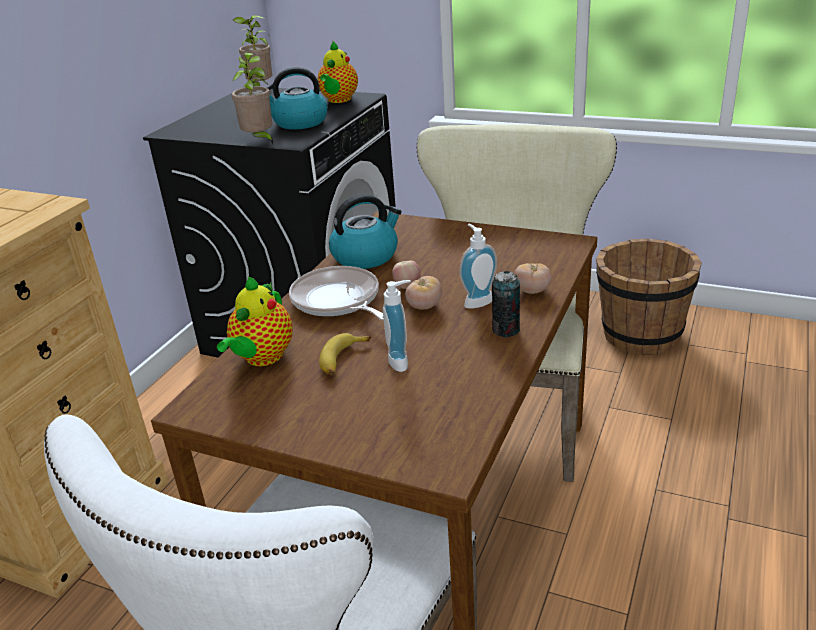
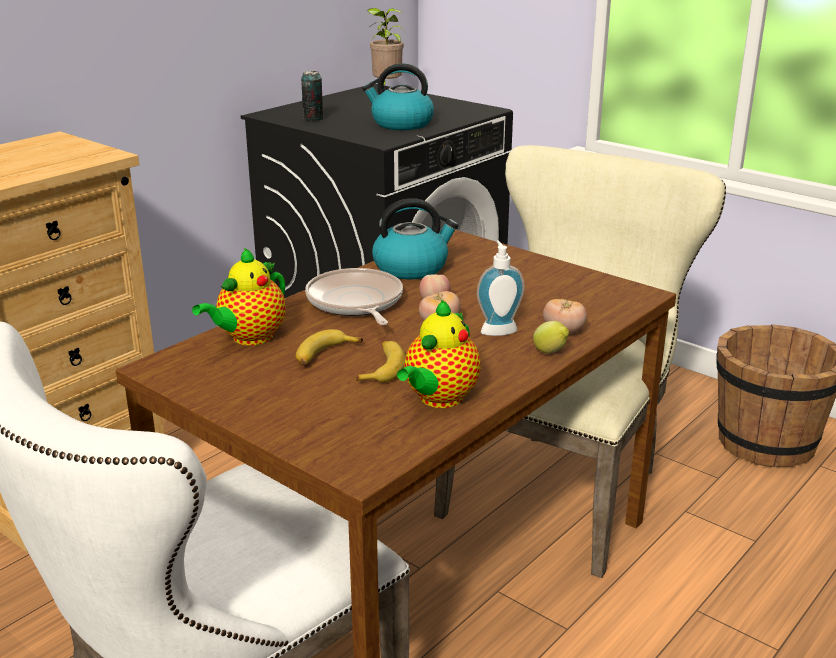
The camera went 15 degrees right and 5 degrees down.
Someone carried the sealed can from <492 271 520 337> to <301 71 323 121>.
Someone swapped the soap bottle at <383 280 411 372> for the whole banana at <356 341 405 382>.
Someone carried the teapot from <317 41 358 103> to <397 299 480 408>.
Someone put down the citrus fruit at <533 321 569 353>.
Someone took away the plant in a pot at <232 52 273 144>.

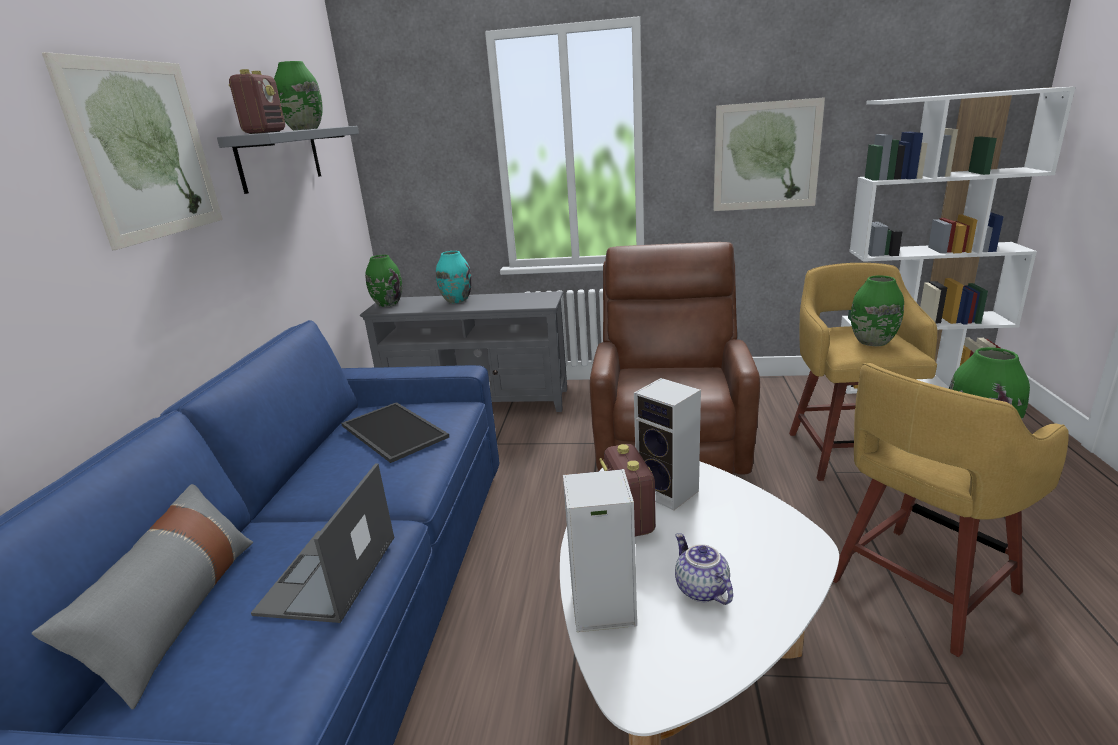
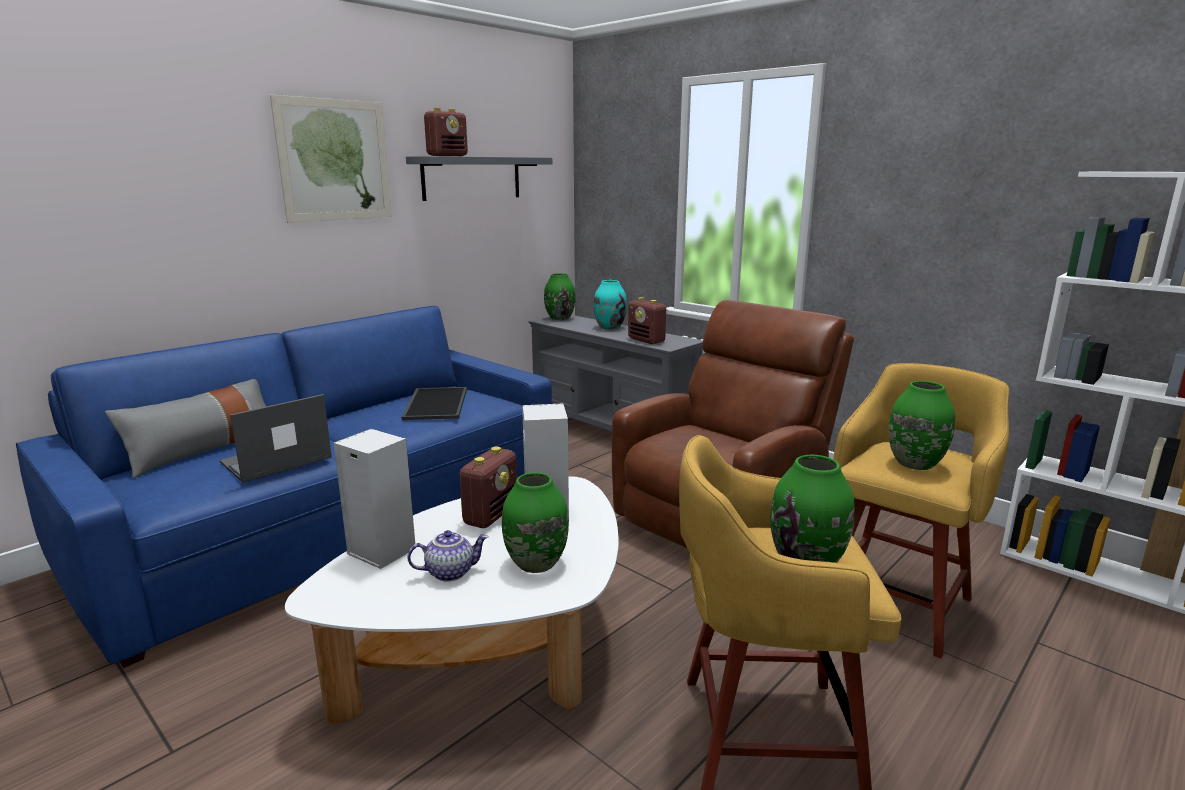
The camera went 35 degrees right and 5 degrees down.
Someone rotated the teapot at <675 533 733 605> by 60 degrees clockwise.
Someone carried the decorative vase/greenish from <274 61 323 130> to <502 472 569 573>.
Someone put down the radio receiver at <628 297 667 344>.
Someone took away the wall picture at <713 97 825 211>.

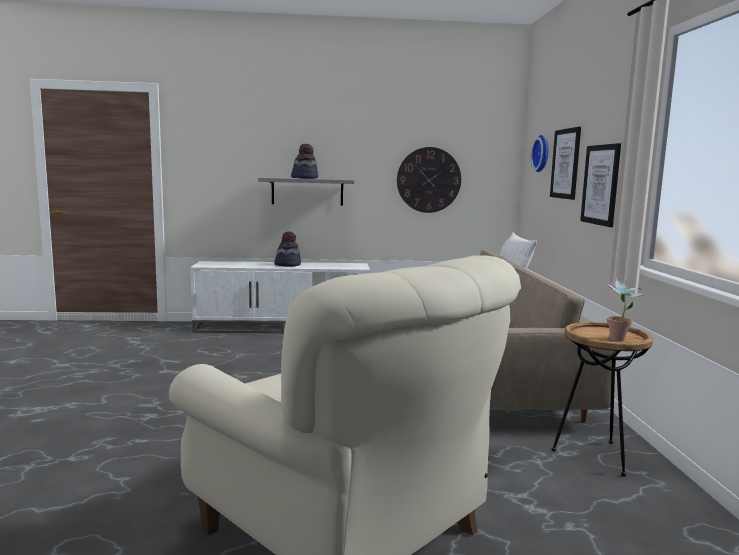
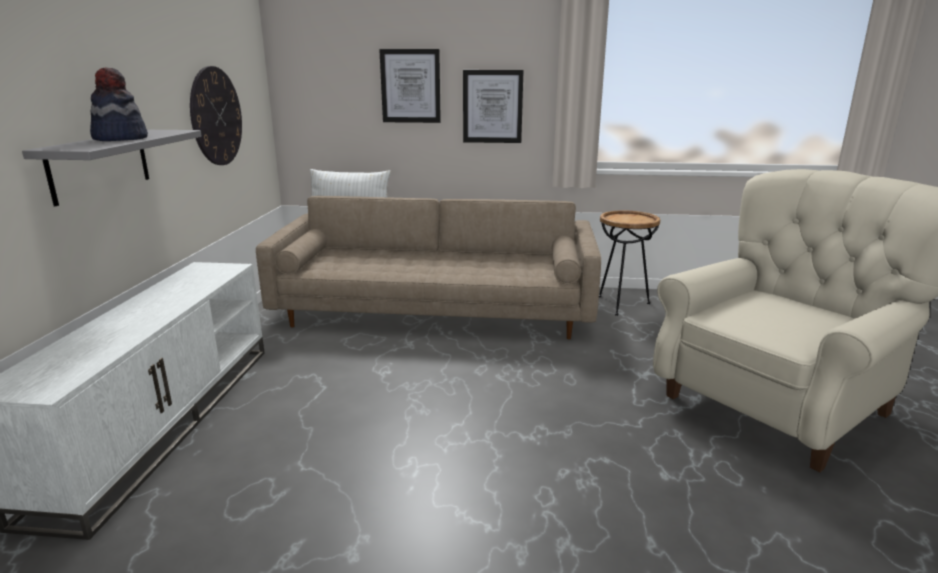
The camera went 80 degrees left and 10 degrees up.
Someone took away the hat at <274 231 301 267>.
Someone took away the clock on the wall at <531 135 548 172>.
Someone took away the plant in a pot at <606 278 646 341>.

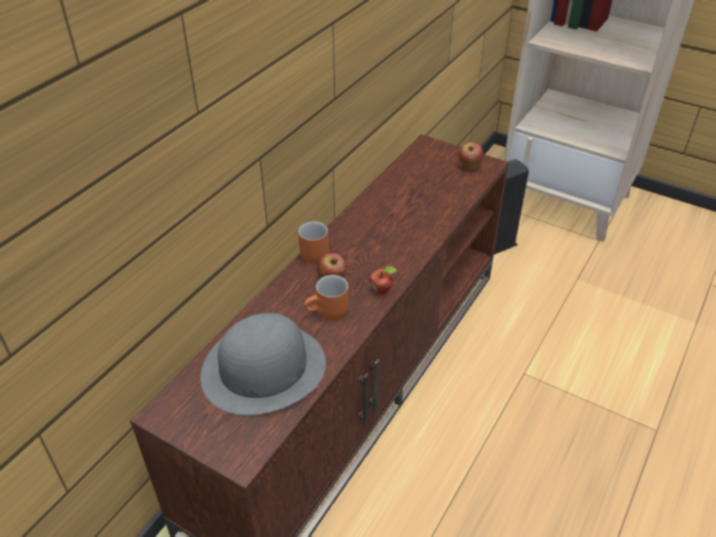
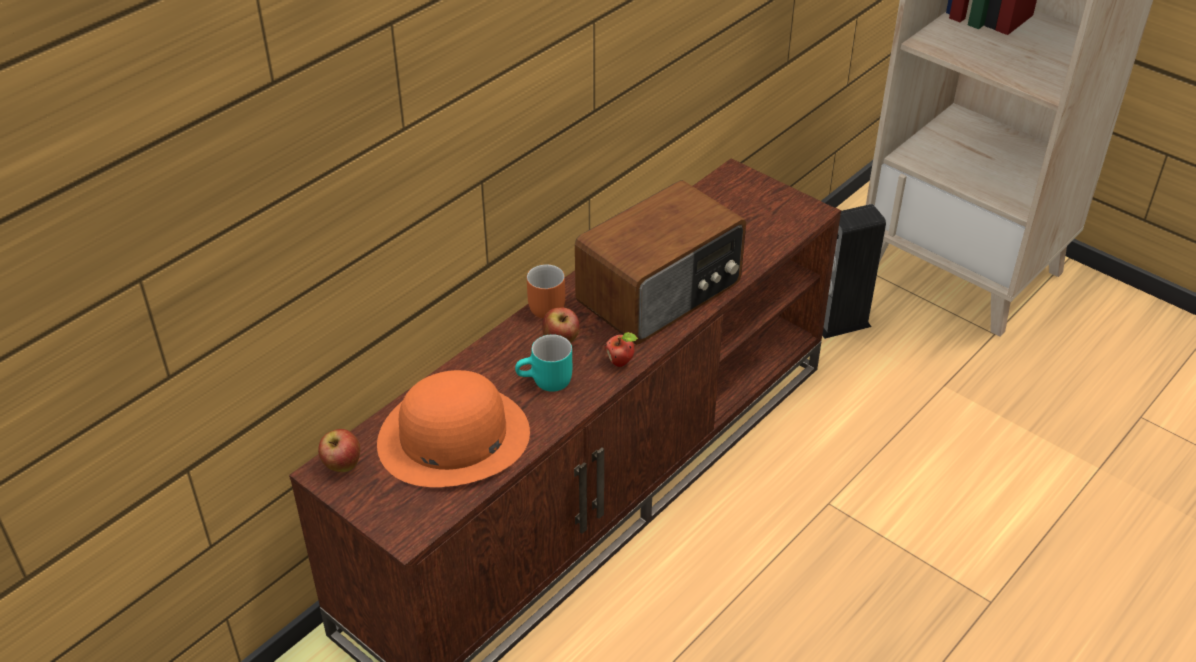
The camera went 10 degrees right and 0 degrees up.
Someone carried the whole apple from <458 142 483 169> to <318 429 360 472>.
Someone repainted the hat/gray at <201 313 326 415>, which became the hat/orange-coloured at <377 370 530 487>.
Someone repainted the mug/orange-coloured at <304 275 349 321>, which became the mug/blue-green at <515 334 572 392>.
Someone put down the radio receiver at <575 180 746 345>.

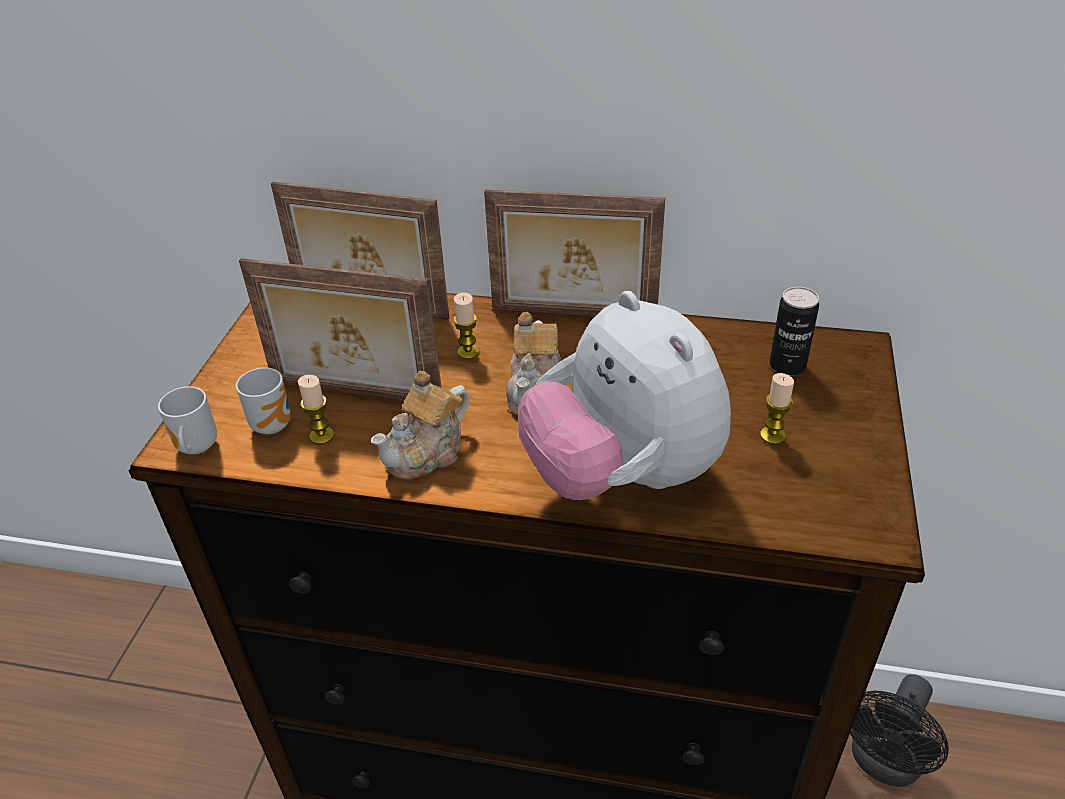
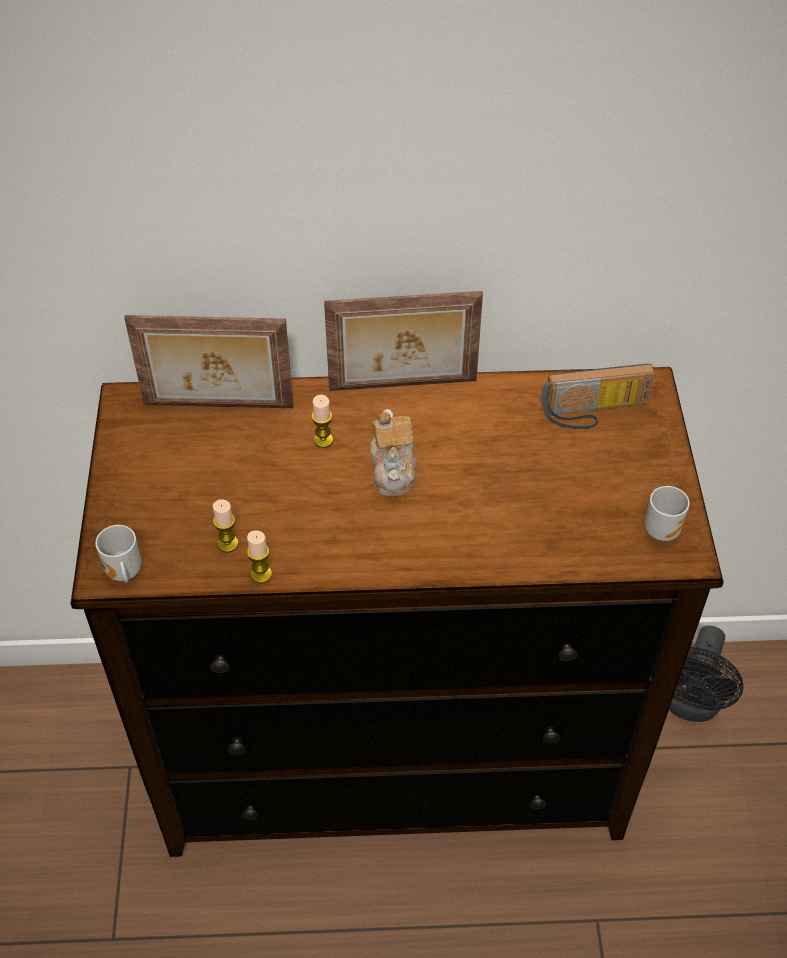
The camera went 15 degrees left and 10 degrees up.
Someone carried the wax candle from <760 373 794 445> to <247 530 272 583>.
Someone swapped the sealed can at <770 287 819 376> for the radio receiver at <542 364 655 429>.
Someone carried the mug from <236 367 291 434> to <645 486 690 541>.
Someone took away the standing frame at <239 258 441 400>.
Someone took away the teapot at <371 371 470 480>.
Someone took away the plush toy at <518 291 731 500>.

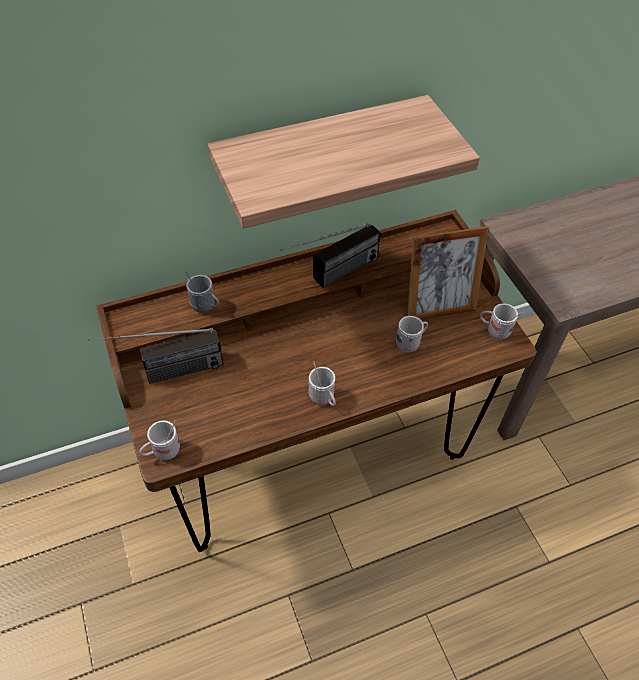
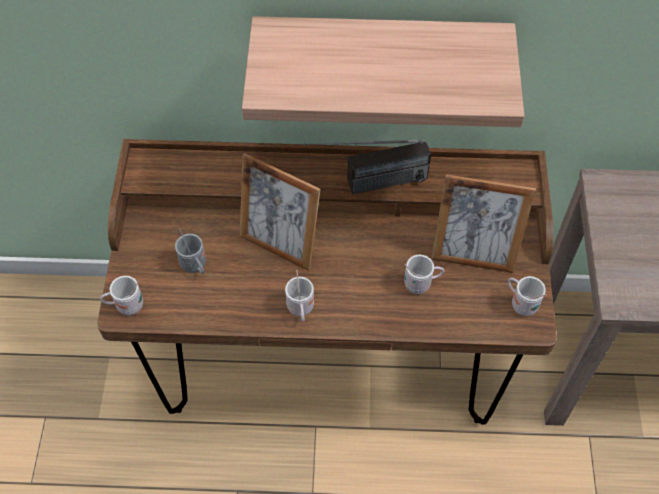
The camera went 25 degrees right and 5 degrees up.
Someone carried the mug/gray from <186 272 220 313> to <175 228 206 274>.
Someone put down the standing frame at <240 153 321 271>.
Someone took away the radio receiver at <88 328 223 384>.

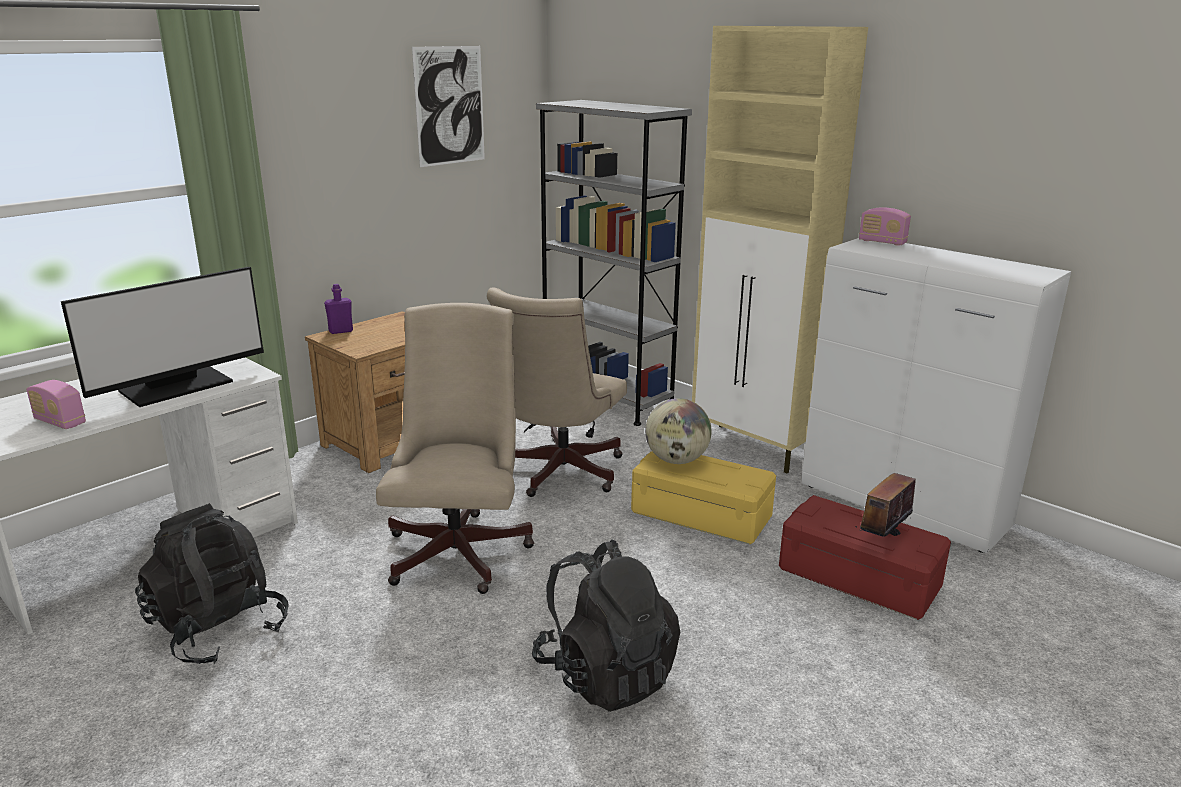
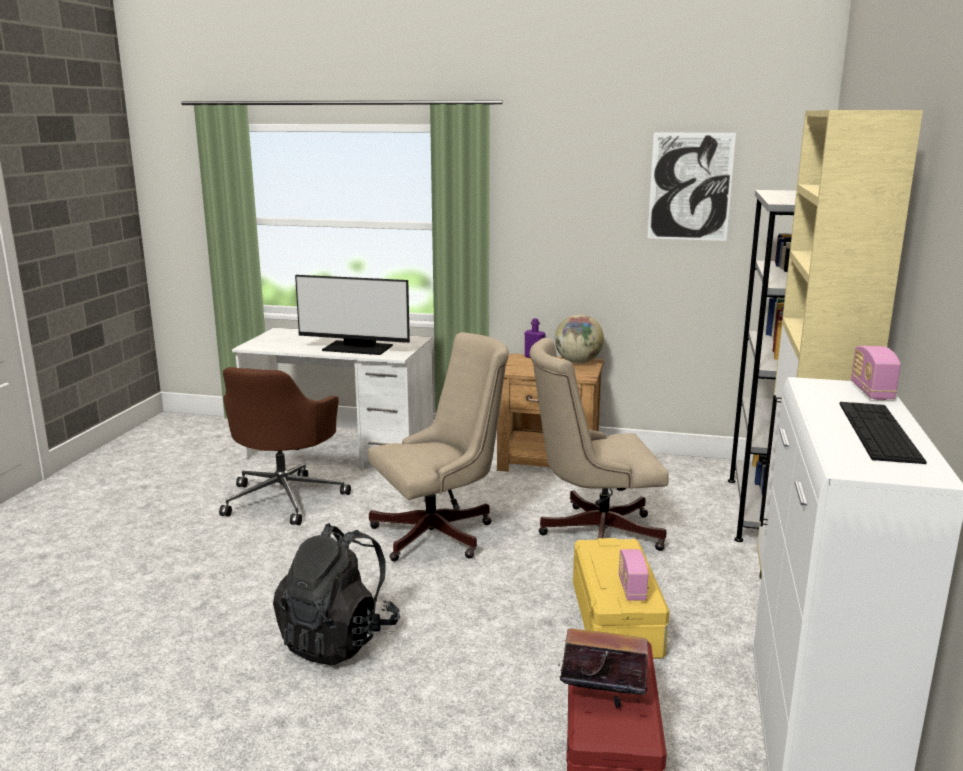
The camera went 60 degrees right and 5 degrees down.
Someone swapped the rucksack/blackish at <135 503 289 664> for the desk chair/brownish at <219 367 351 525>.
Someone carried the desk globe from <645 398 712 464> to <555 314 604 363>.
Someone carried the radio receiver from <26 380 86 429> to <619 549 648 601>.
Someone put down the keyboard at <840 402 927 464>.

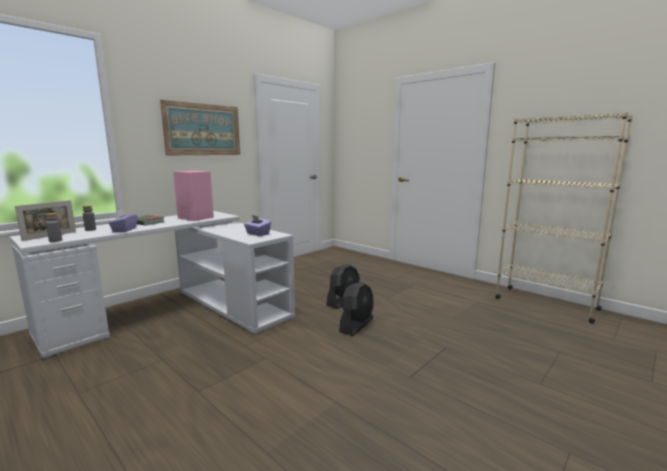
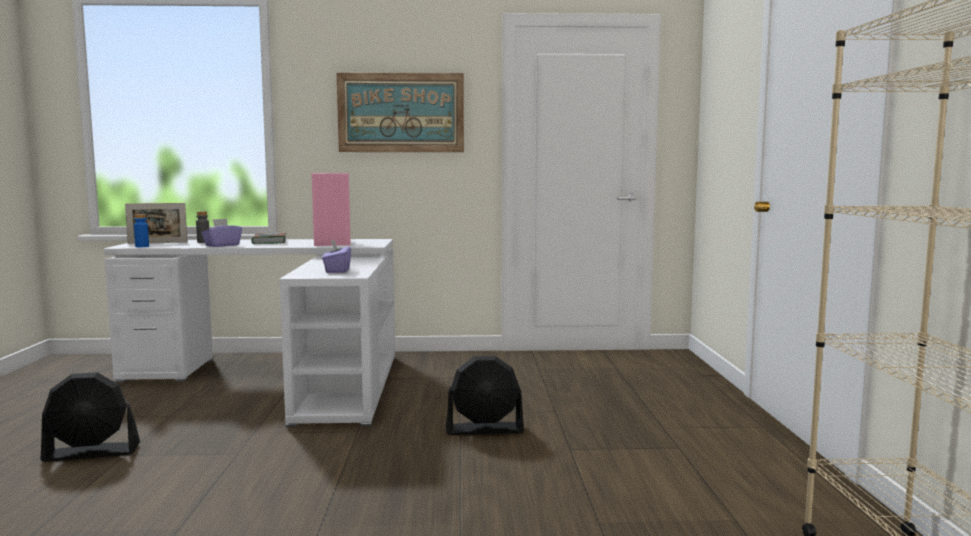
The camera went 45 degrees right and 5 degrees down.
Someone carried the cooling fan/blackish from <339 282 374 336> to <40 372 140 462>.
Someone repainted the drink bottle/gray at <46 213 62 242>, which became the drink bottle/blue-coloured at <134 214 149 247>.

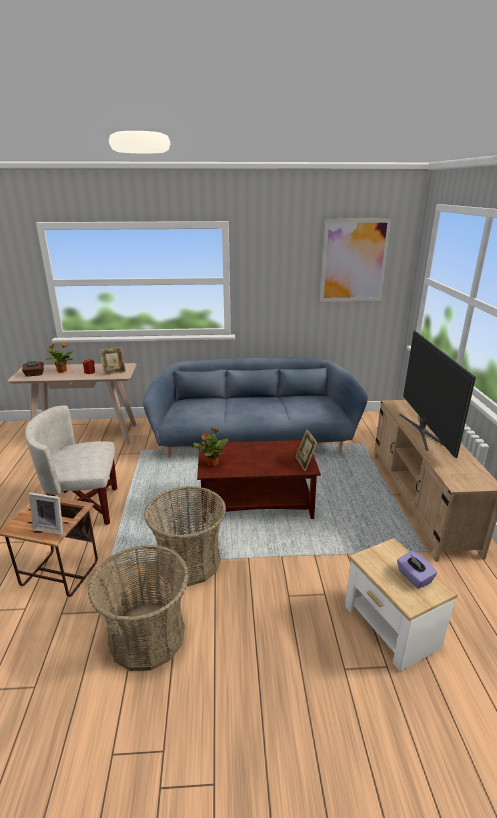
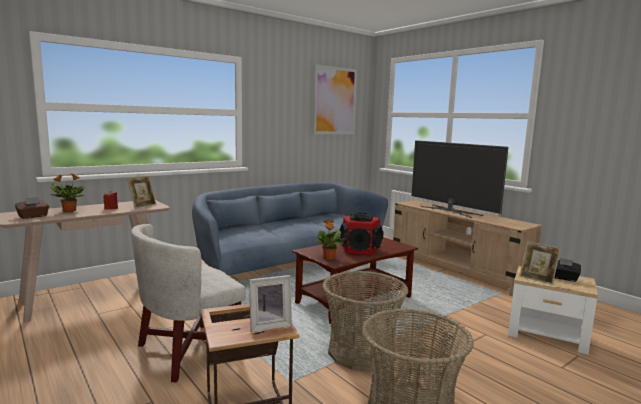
The camera went 35 degrees left and 15 degrees down.
Someone put down the audio speaker at <340 213 384 255>.
Someone carried the standing frame from <295 429 317 471> to <519 241 561 285>.
Someone repainted the tissue holder/purplish at <397 550 437 589>, which became the tissue holder/blackish at <555 258 581 282>.

